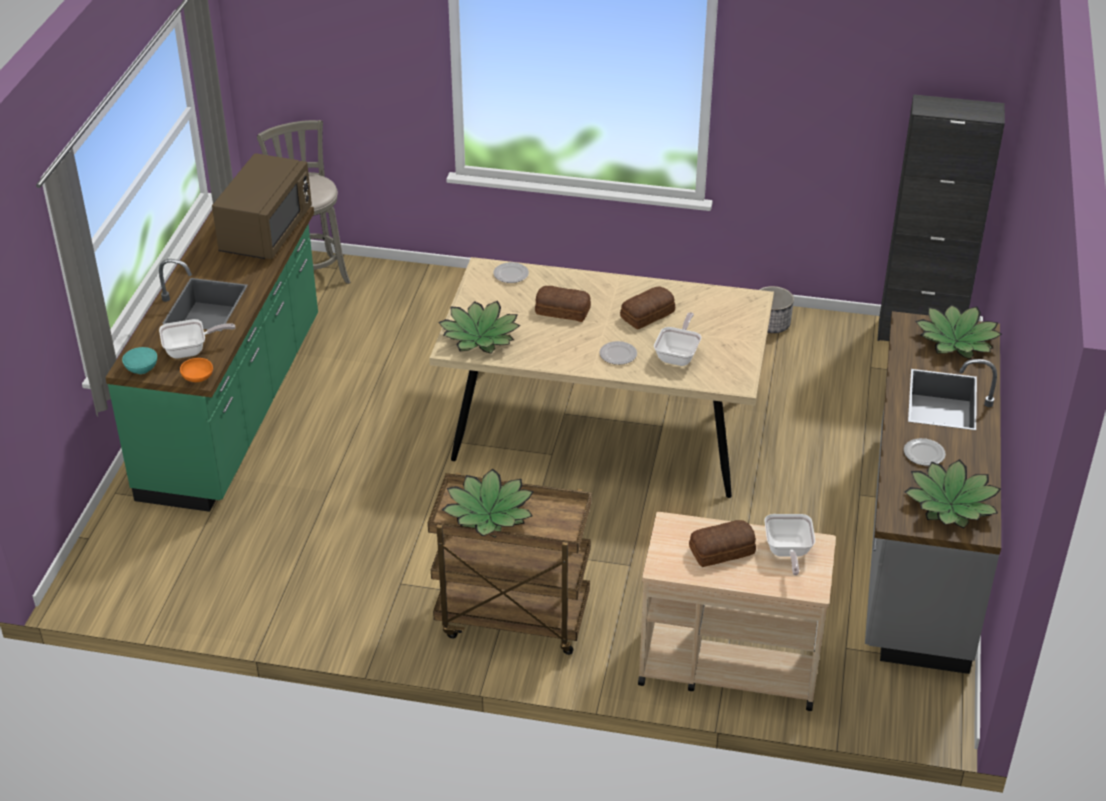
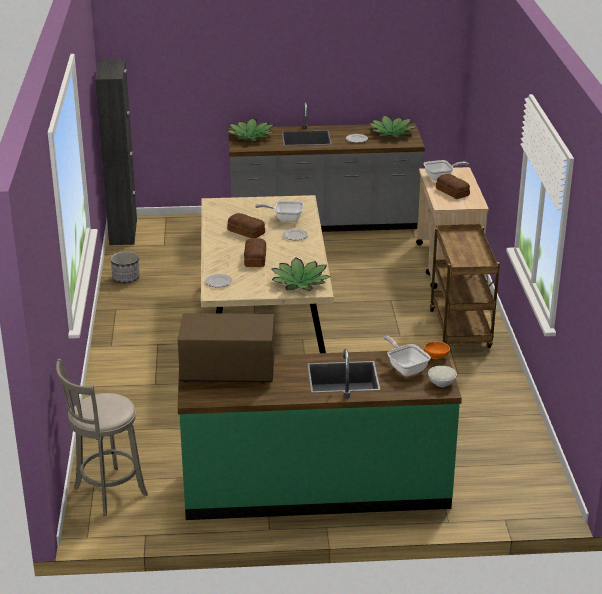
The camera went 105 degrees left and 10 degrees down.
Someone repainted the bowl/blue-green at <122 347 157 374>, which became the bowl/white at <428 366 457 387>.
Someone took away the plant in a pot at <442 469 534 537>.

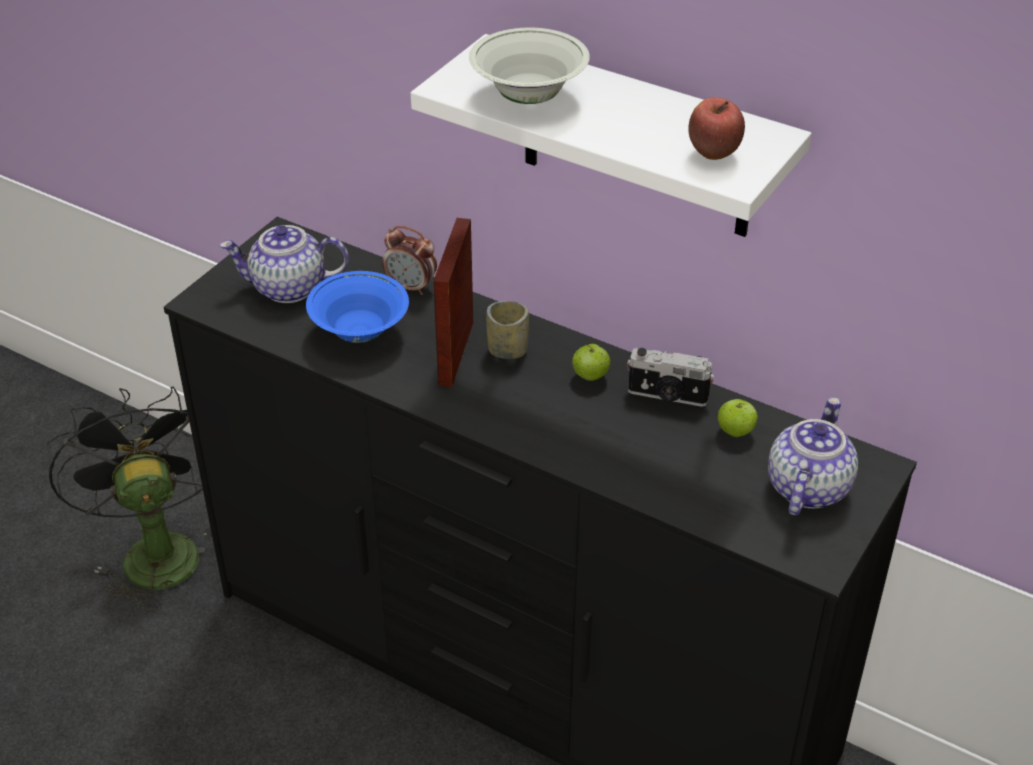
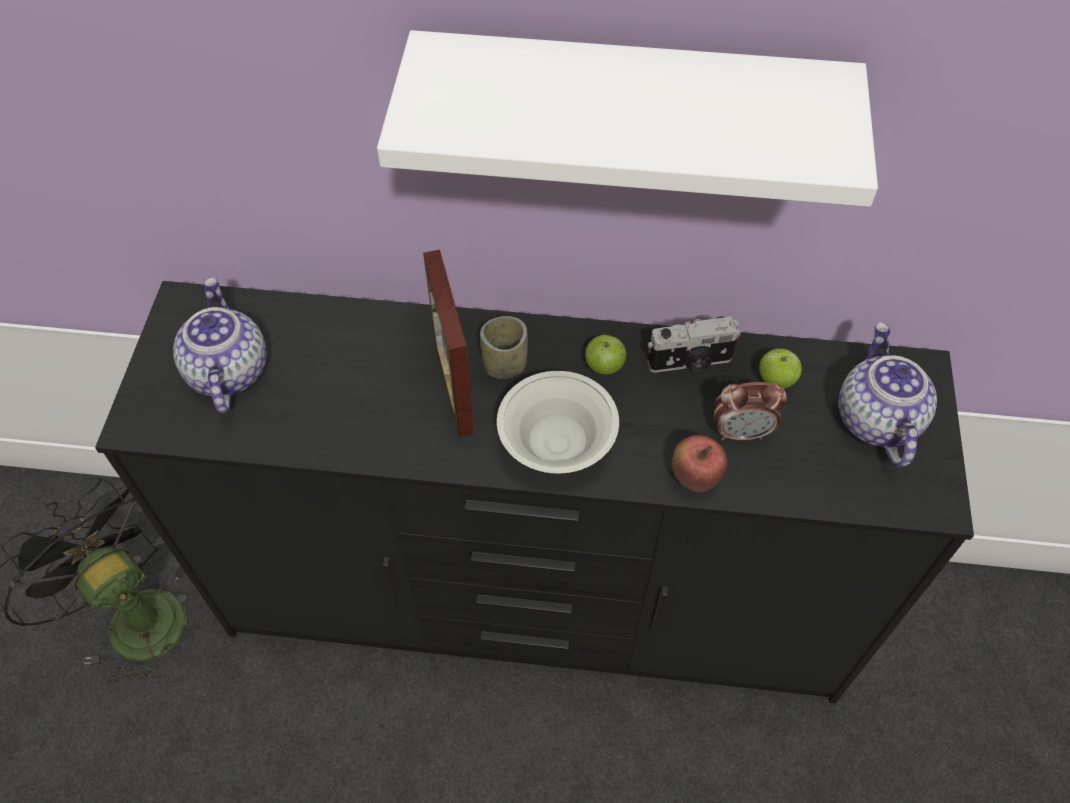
The camera went 25 degrees left and 15 degrees up.
Someone rotated the teapot at <220 225 349 303> by 105 degrees clockwise.
Someone carried the bowl/white from <469 28 590 104> to <497 371 619 474>.
Someone carried the whole apple from <688 97 745 160> to <672 435 728 492>.
Someone carried the table clock from <382 226 437 295> to <714 382 787 440>.
Someone took away the bowl/blue-coloured at <306 271 409 343>.

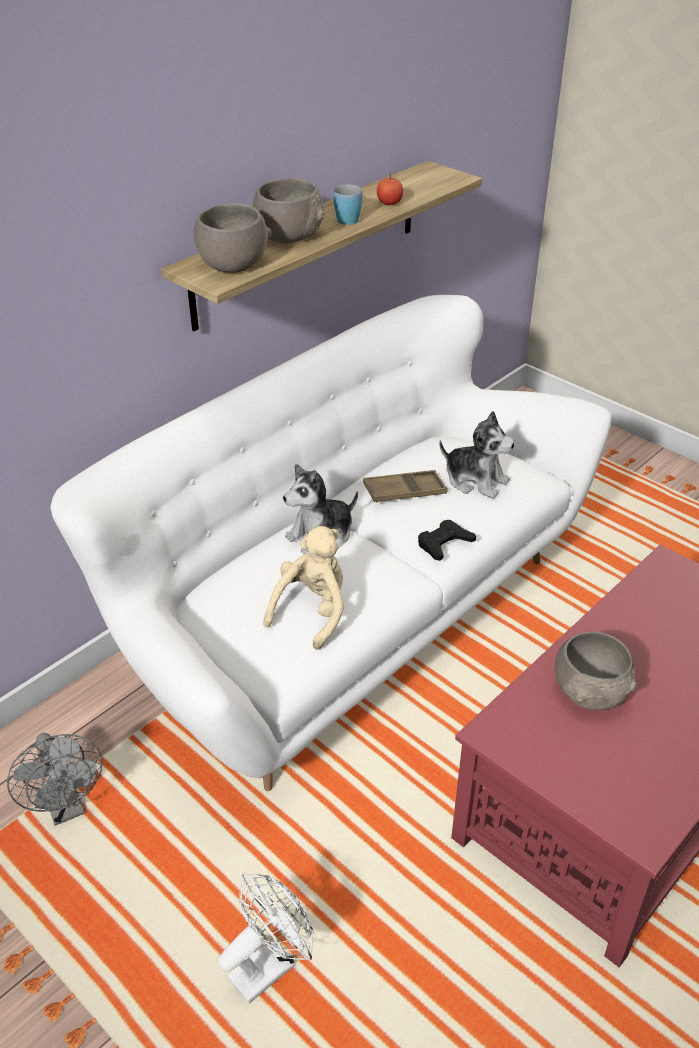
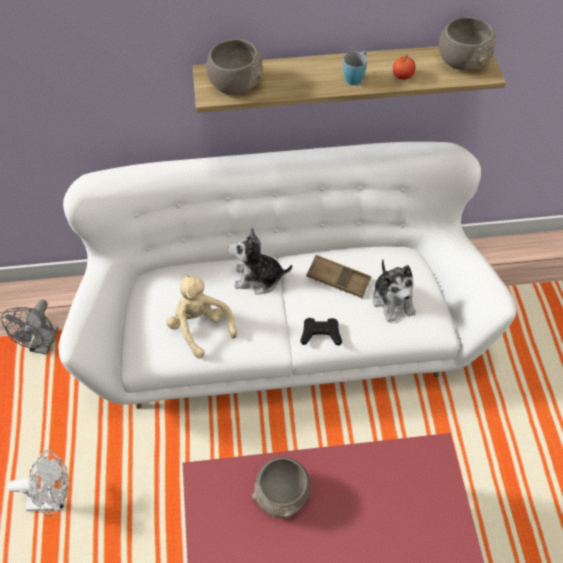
The camera went 40 degrees right and 15 degrees up.
Someone rotated the plush toy/beige-coloured at <263 526 344 650> by 105 degrees counterclockwise.
Someone carried the bowl/gray from <253 179 325 243> to <439 17 496 70>.

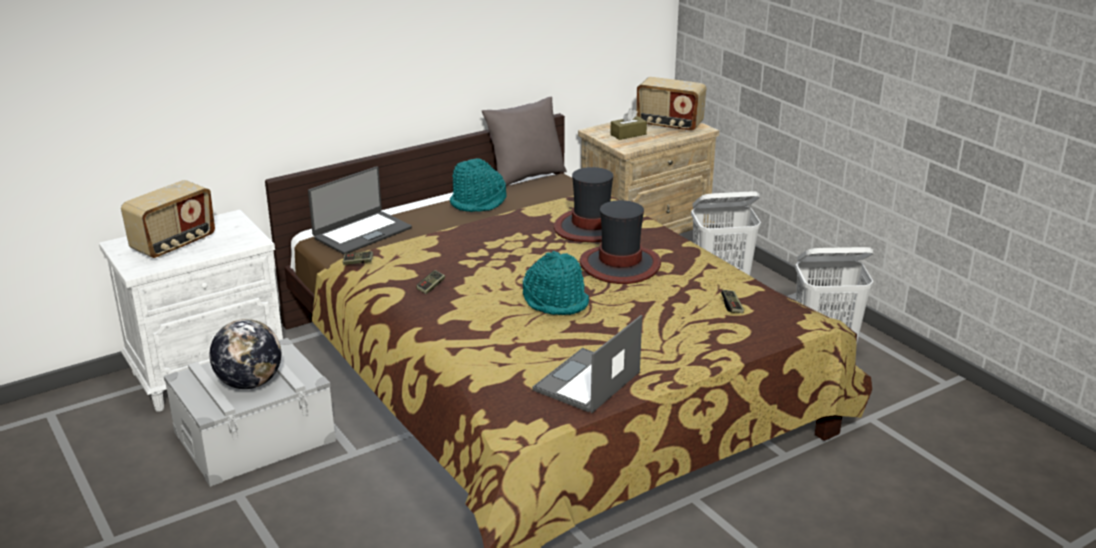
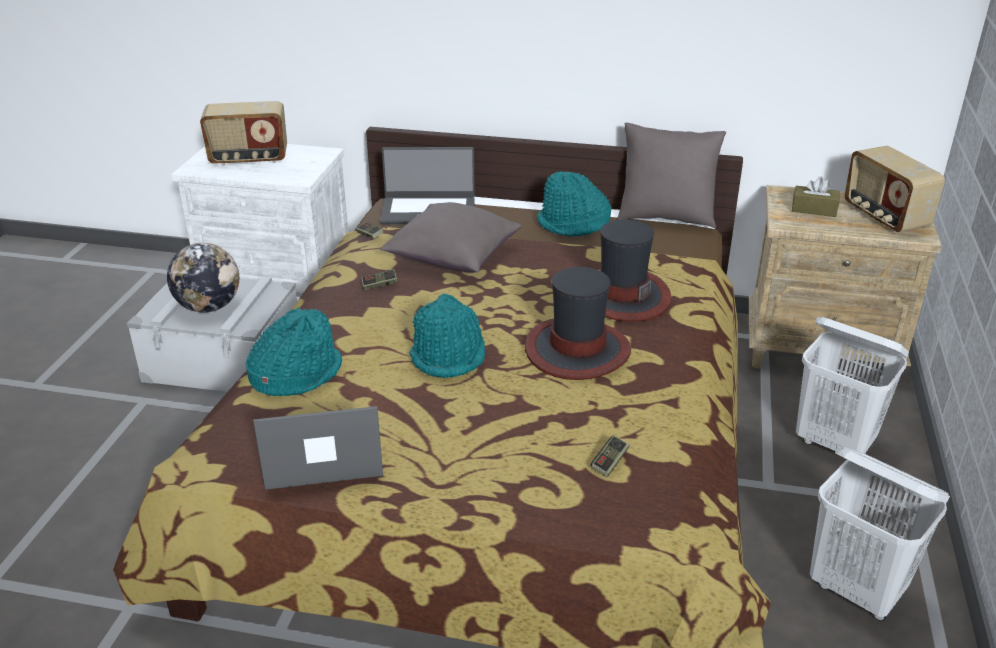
The camera went 45 degrees right and 5 degrees up.
Someone put down the hat/blue-green at <245 307 342 396>.
Someone put down the pillow/gray at <380 202 522 273>.

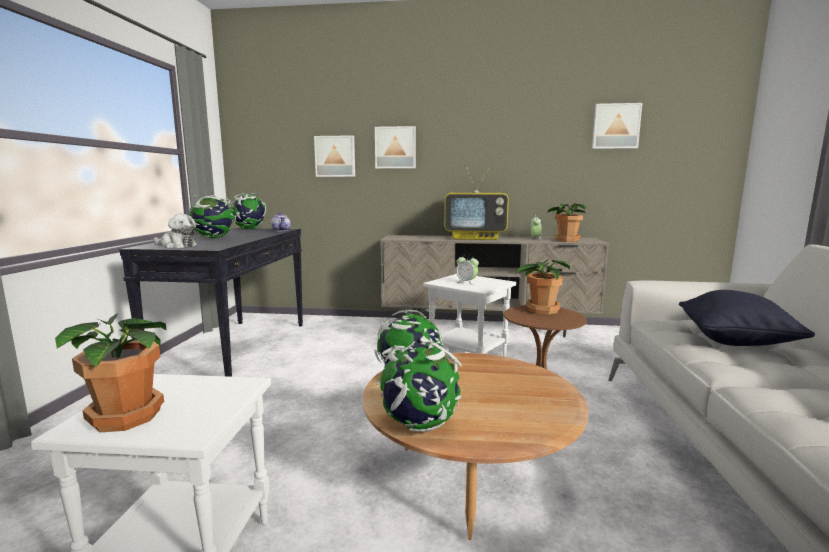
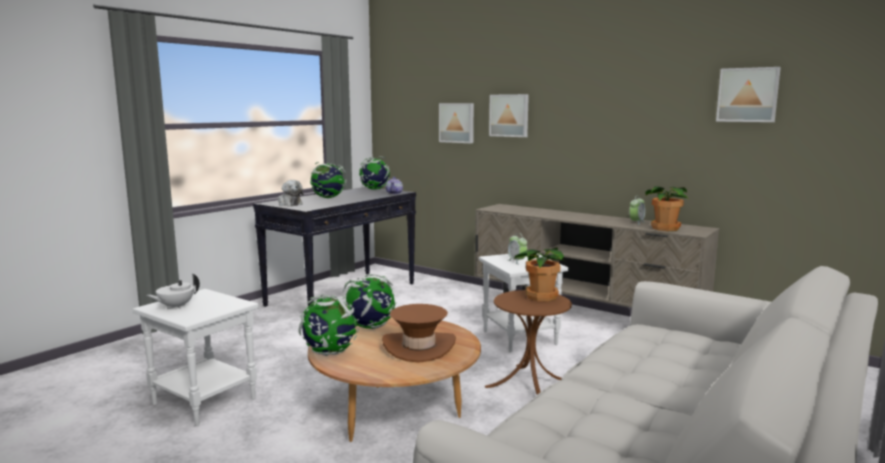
The camera went 30 degrees right and 0 degrees up.
Someone swapped the plant in a pot at <55 314 167 432> for the teapot/white at <146 273 200 309>.
Someone put down the hat/brownish at <382 304 456 363>.
Someone took away the TV at <444 165 509 240>.
Someone took away the pillow/blackish at <679 290 815 346>.

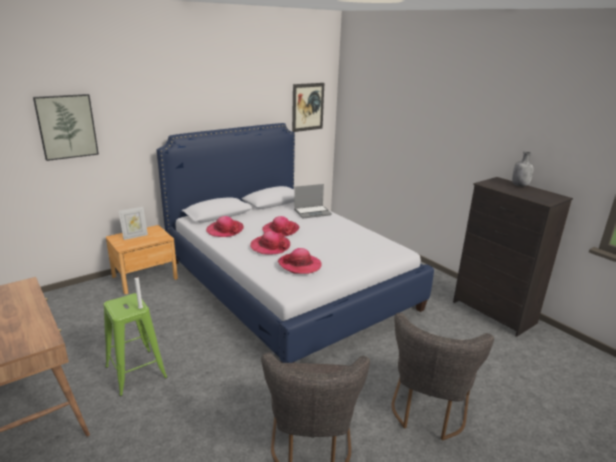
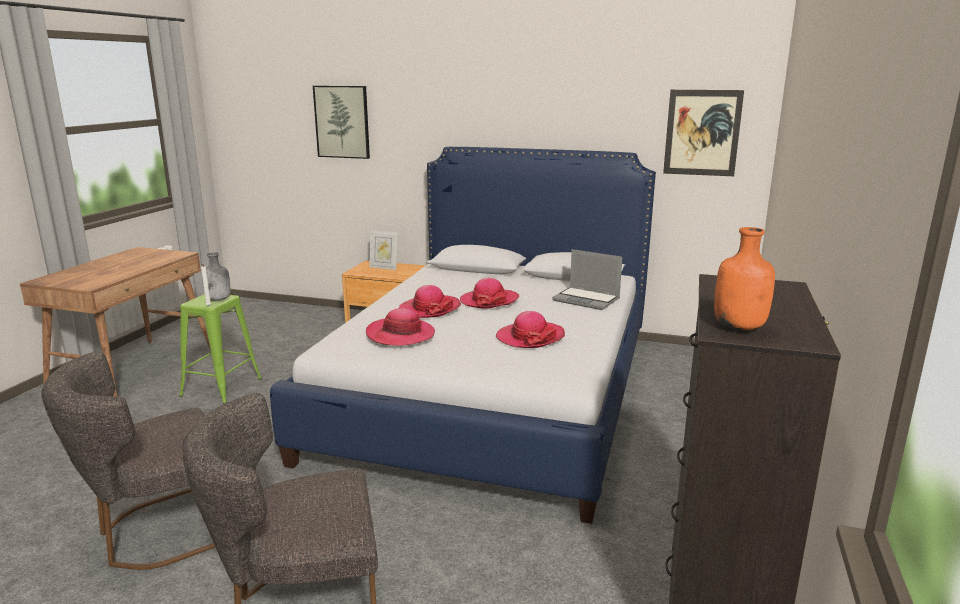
The camera went 55 degrees right and 5 degrees down.
Someone carried the drink bottle/gray from <512 152 534 187> to <202 252 230 301>.
Someone carried the hat from <206 216 244 237> to <496 311 565 348>.
Someone put down the drink bottle/orange-coloured at <714 227 775 330>.

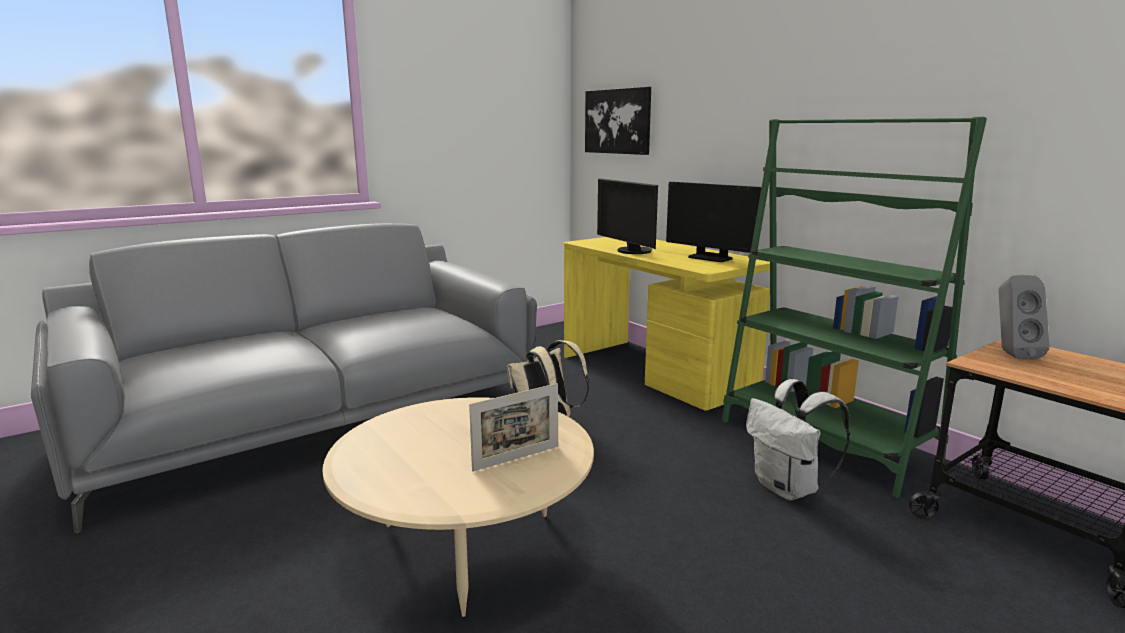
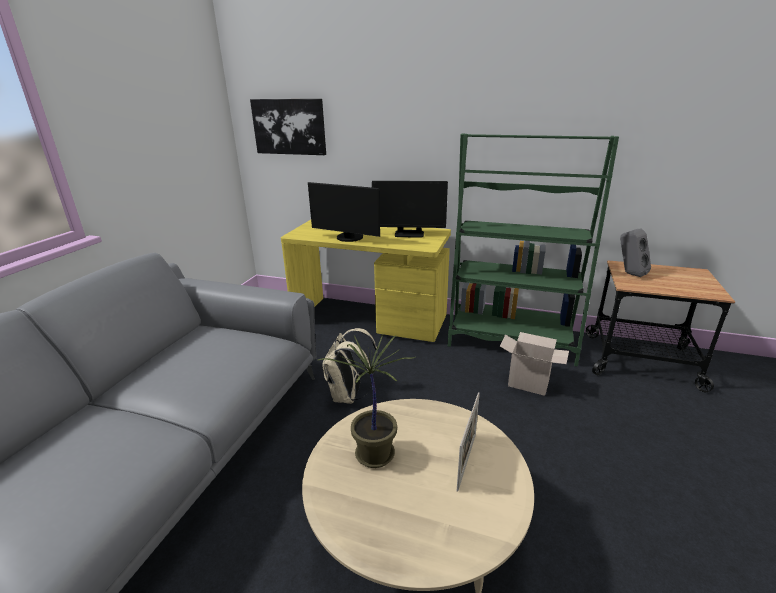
The camera went 35 degrees left and 10 degrees up.
Someone put down the plant in a pot at <318 334 415 468>.
Someone swapped the rucksack/white at <746 379 850 500> for the packing box at <500 332 569 396>.

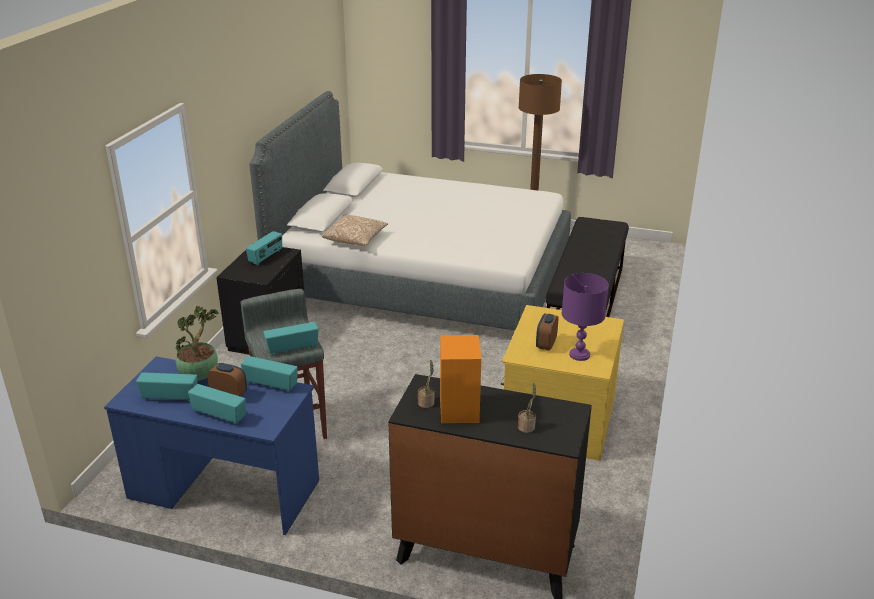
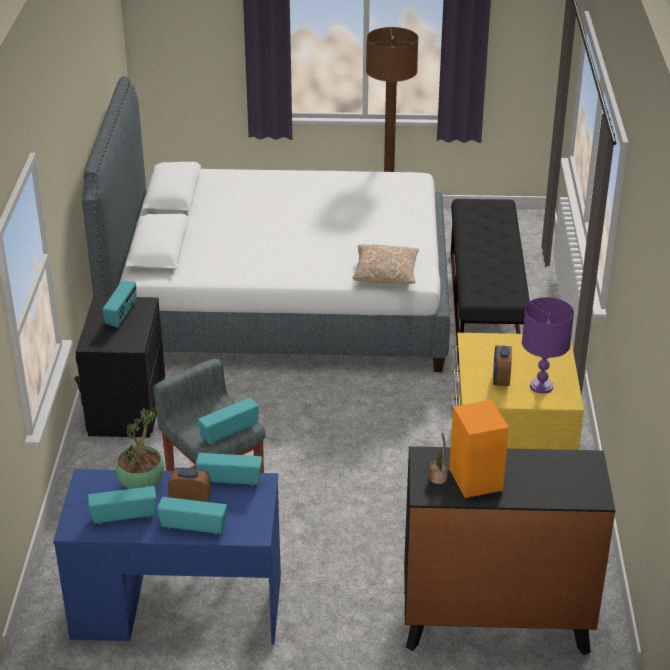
The camera went 15 degrees left and 5 degrees up.
Someone carried the pillow from <322 215 388 246> to <352 244 419 284>.
Someone took away the plant in a pot at <518 383 536 433>.

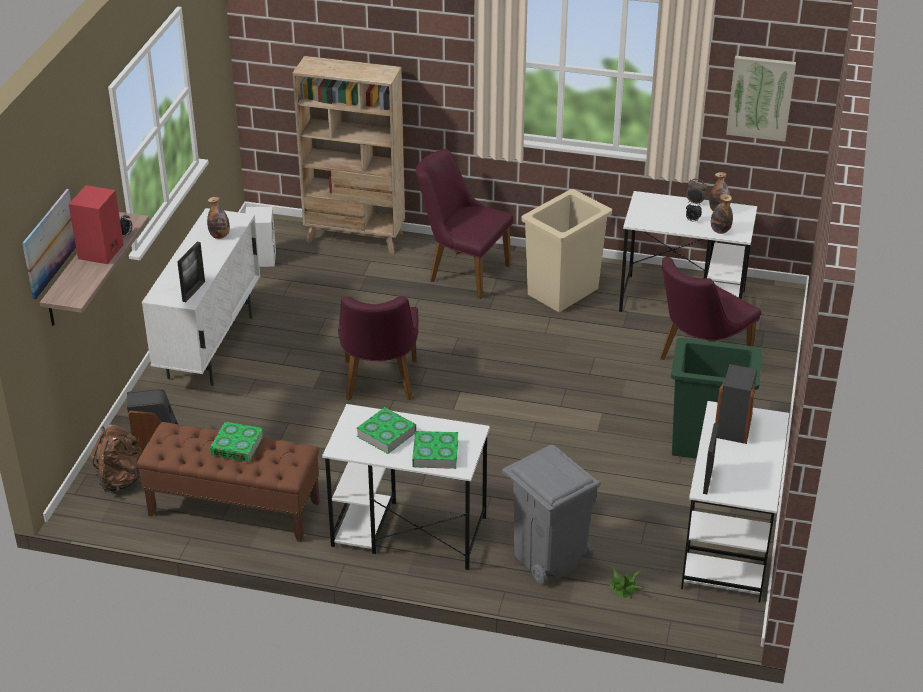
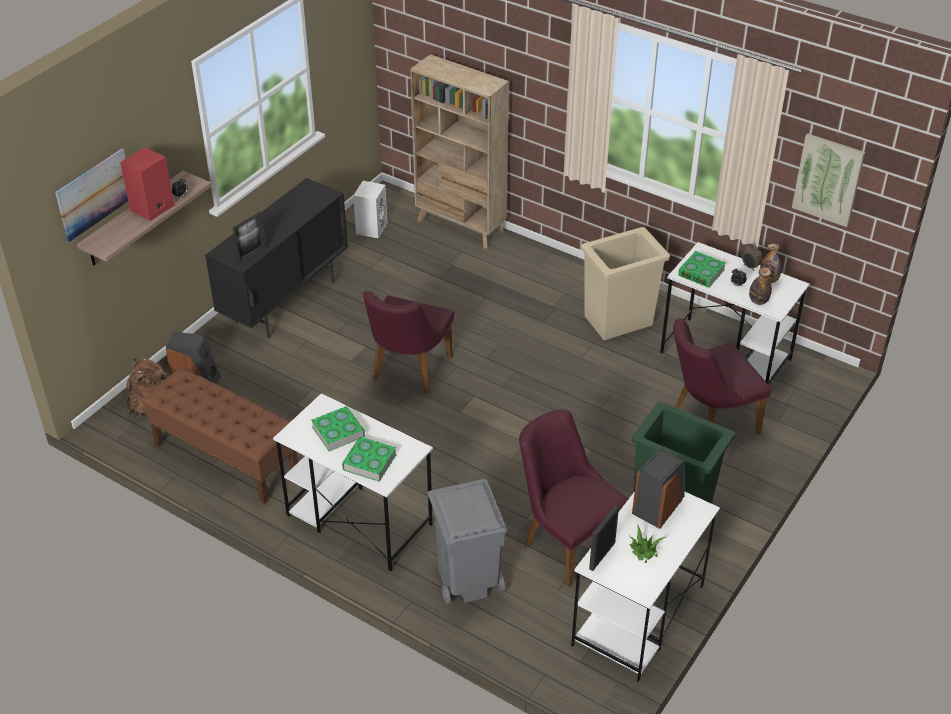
The camera went 20 degrees right and 5 degrees up.
Someone repainted the cabinet/white at <142 208 260 386>, which became the cabinet/blackish at <205 178 348 338>.
Someone carried the plain chair/purplish from <416 149 514 299> to <519 410 629 587>.
Someone carried the plant in a pot from <608 565 643 599> to <628 524 666 563>.
Someone carried the bound book from <210 422 264 462> to <678 251 726 288>.
Someone took away the drink bottle at <207 197 230 239>.

